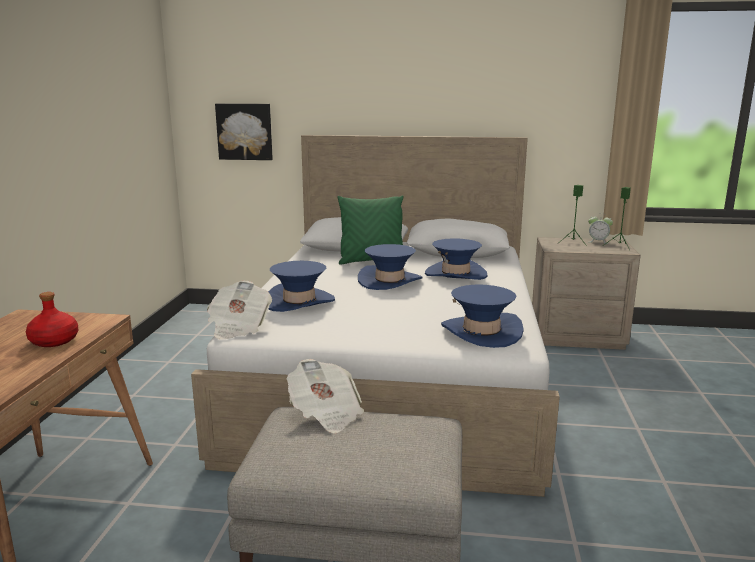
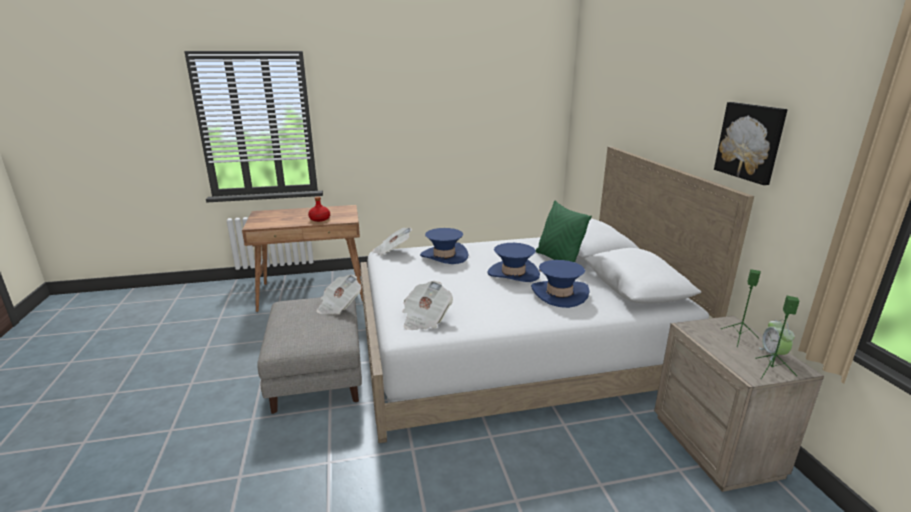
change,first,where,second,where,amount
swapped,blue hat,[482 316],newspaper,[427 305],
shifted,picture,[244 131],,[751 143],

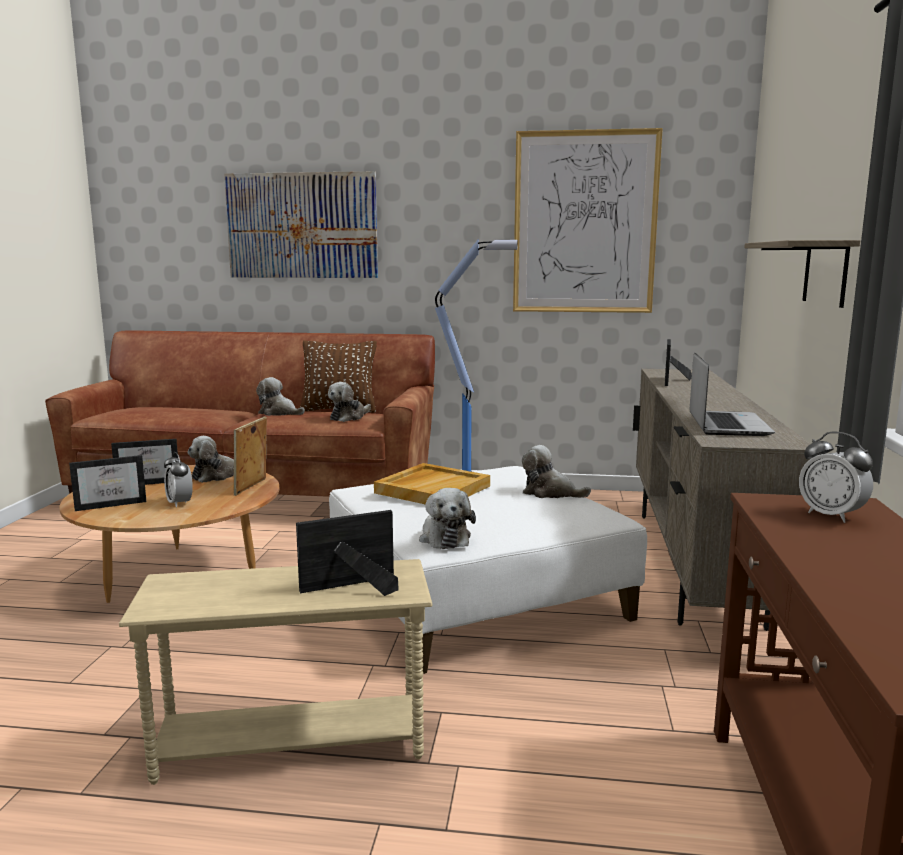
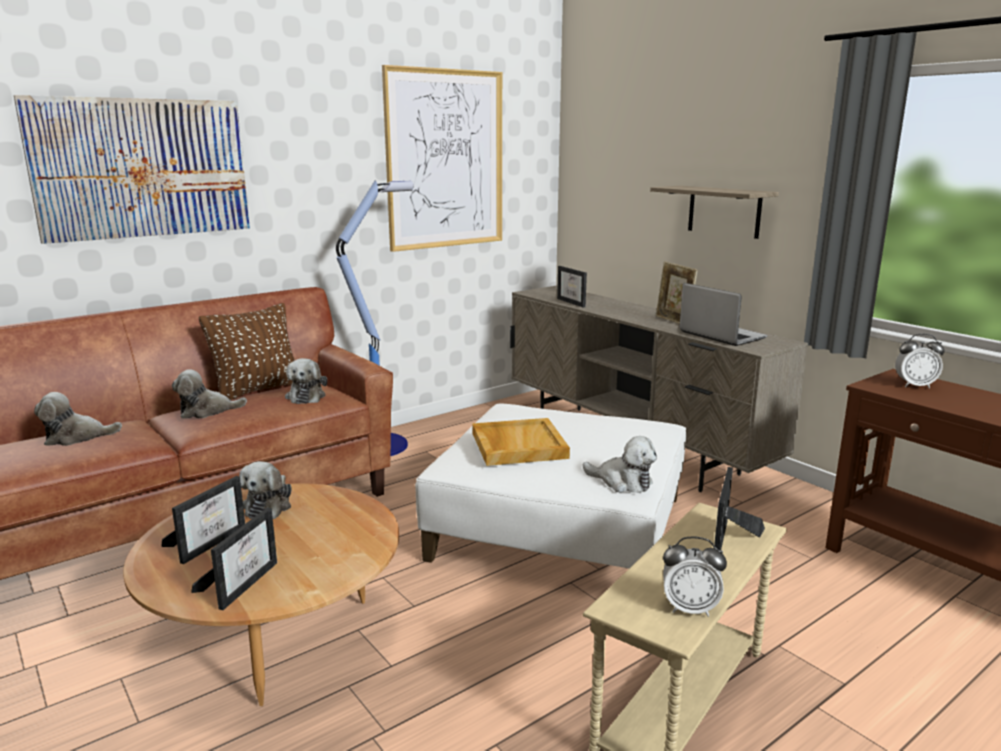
change,first,where,second,where,amount
shifted,plush toy,[556 471],,[78 419],
shifted,picture frame,[250 456],,[677 292],
shifted,alarm clock,[178 480],,[695 577],

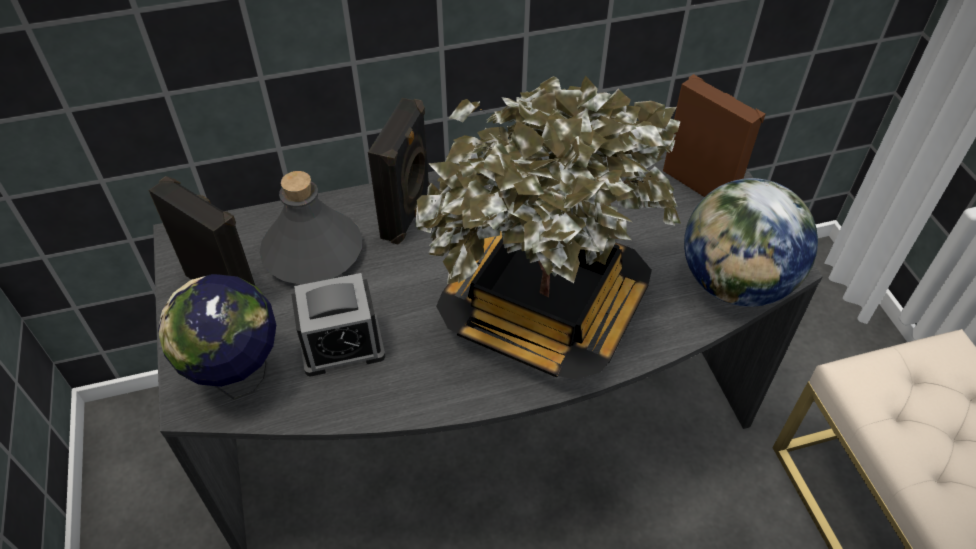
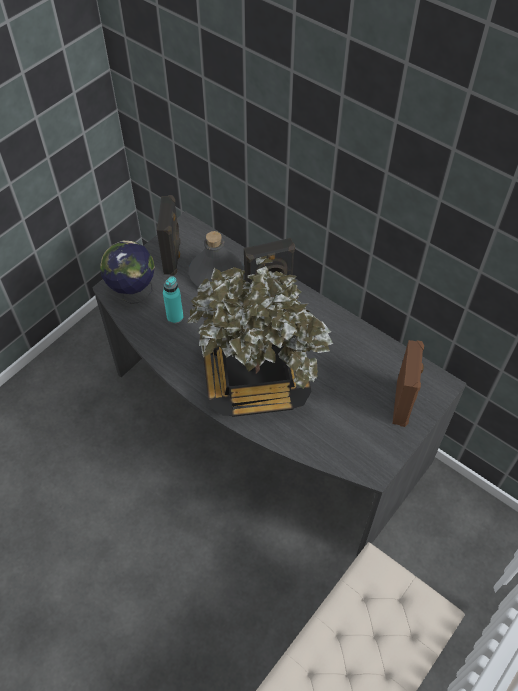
change,first,where,second,where,amount
swapped,alarm clock,[338 325],turquoise bottle,[173 300],
gone,globe,[751 242],,,

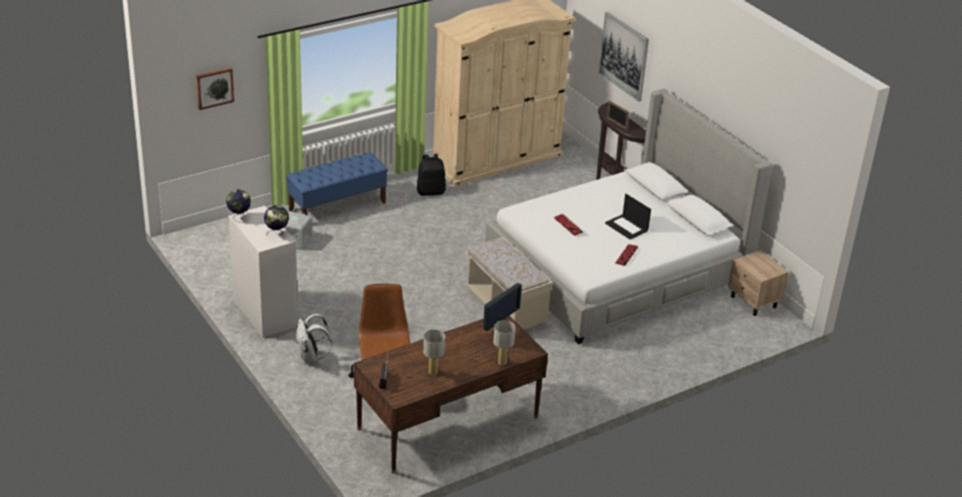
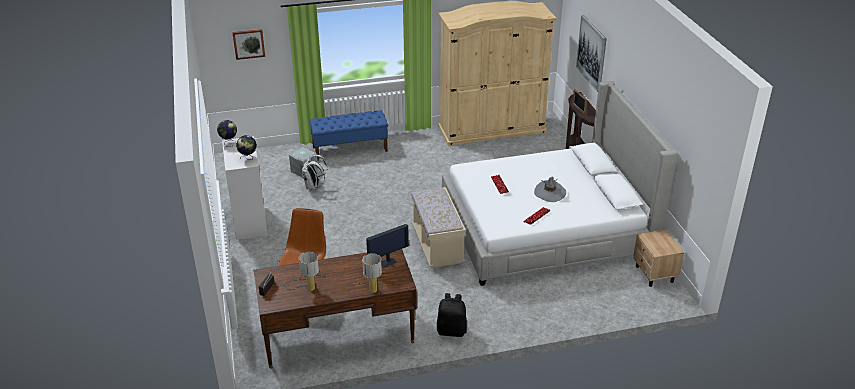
change,first,where,second,where,amount
shifted,white backpack,[314 338],,[314 172],
shifted,black backpack,[431 175],,[452 315],
swapped,laptop,[628 216],grey hat,[550 189],

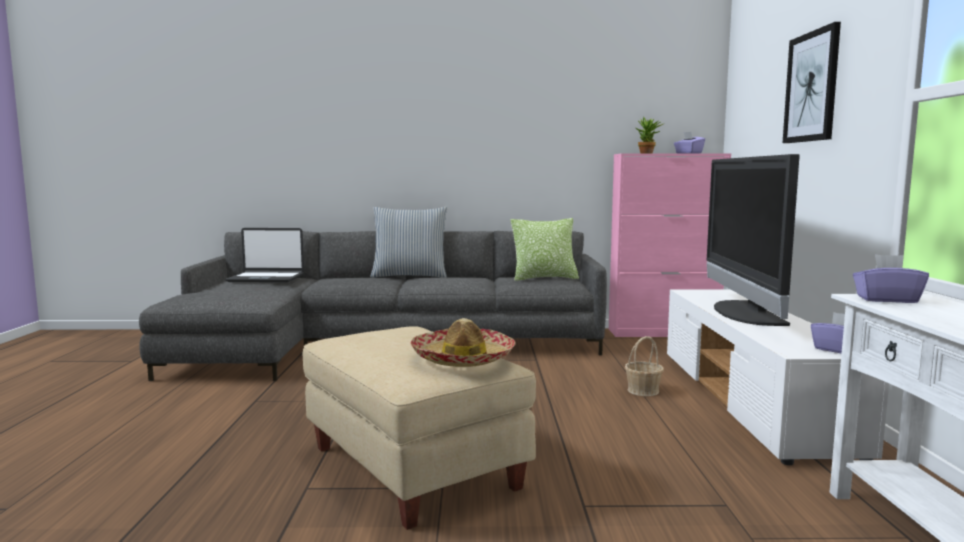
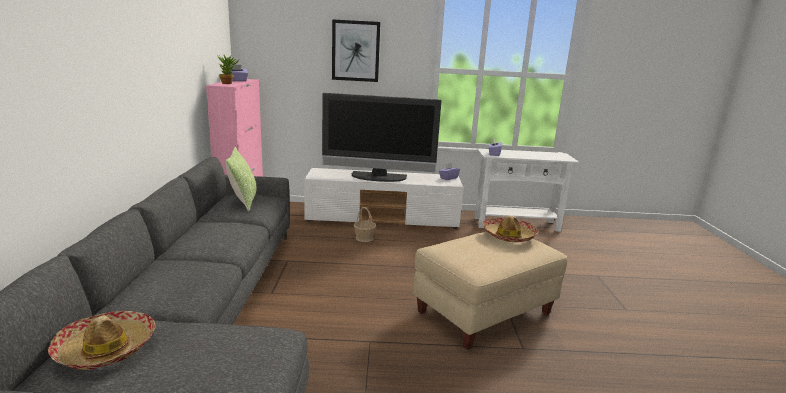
change,first,where,second,where,amount
swapped,laptop,[264 255],hat,[102 340],
gone,pillow,[408 242],,,

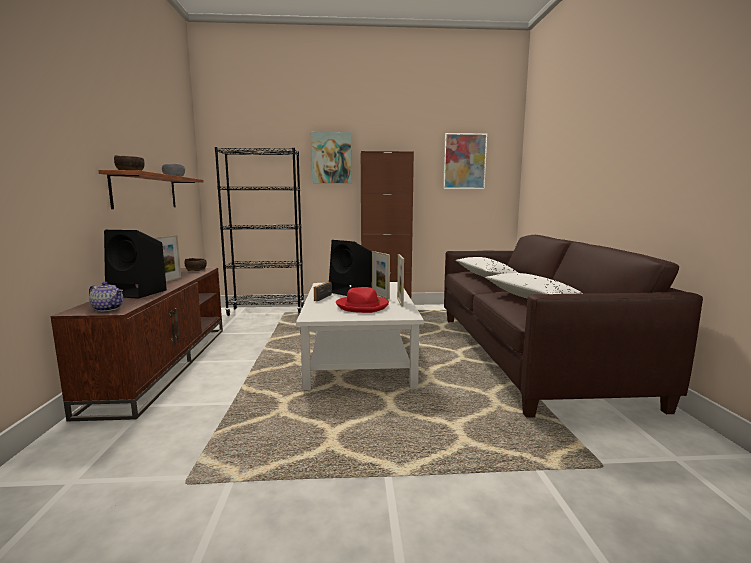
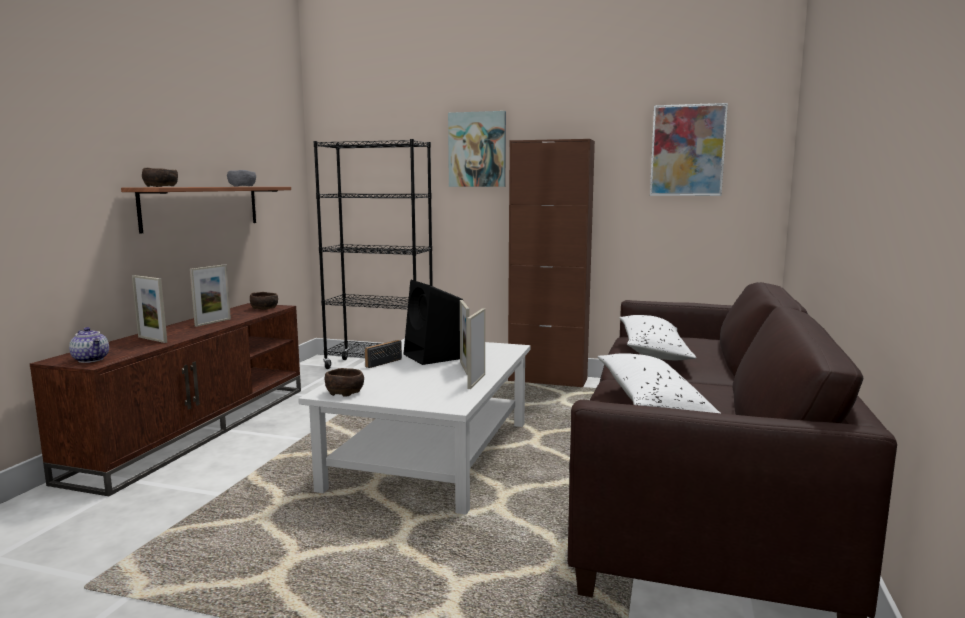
change,first,where,second,where,amount
swapped,black speaker,[135 264],picture frame,[149 309],
new,,,brown bowl,[344 382],
gone,red hat,[362 300],,,

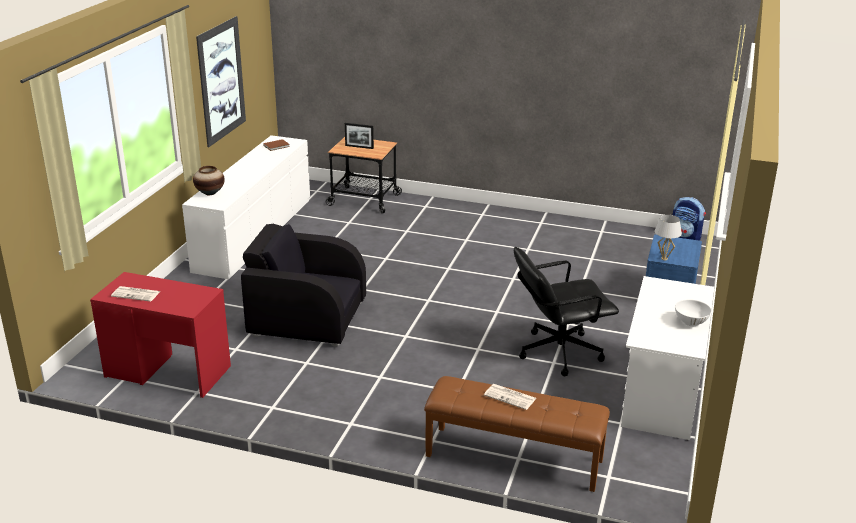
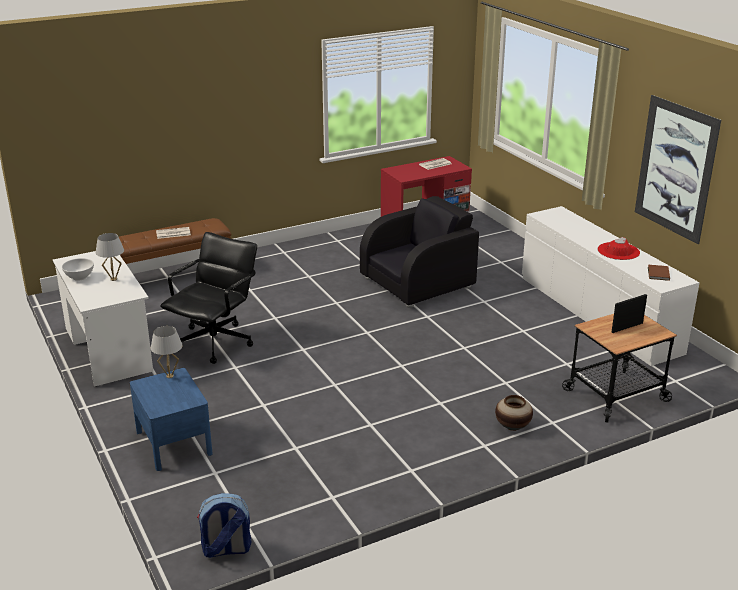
change,first,where,second,where,amount
new,,,white table lamp,[109 257],
shifted,vase,[209 180],,[514 413],
new,,,red hat,[618 248],

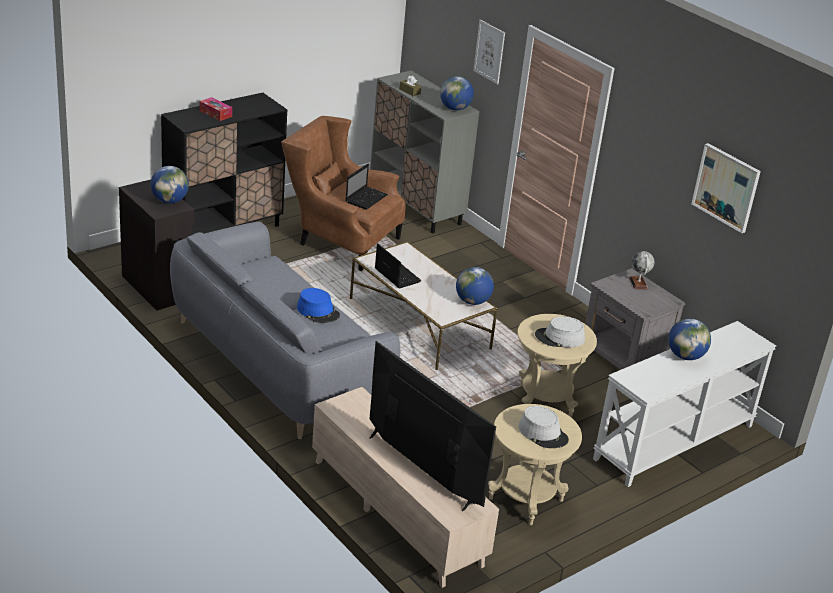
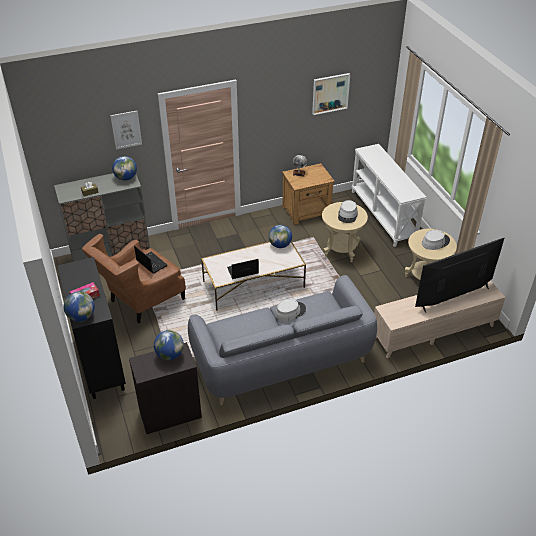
change,first,where,second,where,amount
shifted,globe,[689 339],,[79 306],
repainted,blue hat,[318 305],grey hat,[290 310],
repainted,grey nightstand,[635 319],brown nightstand,[308 194],

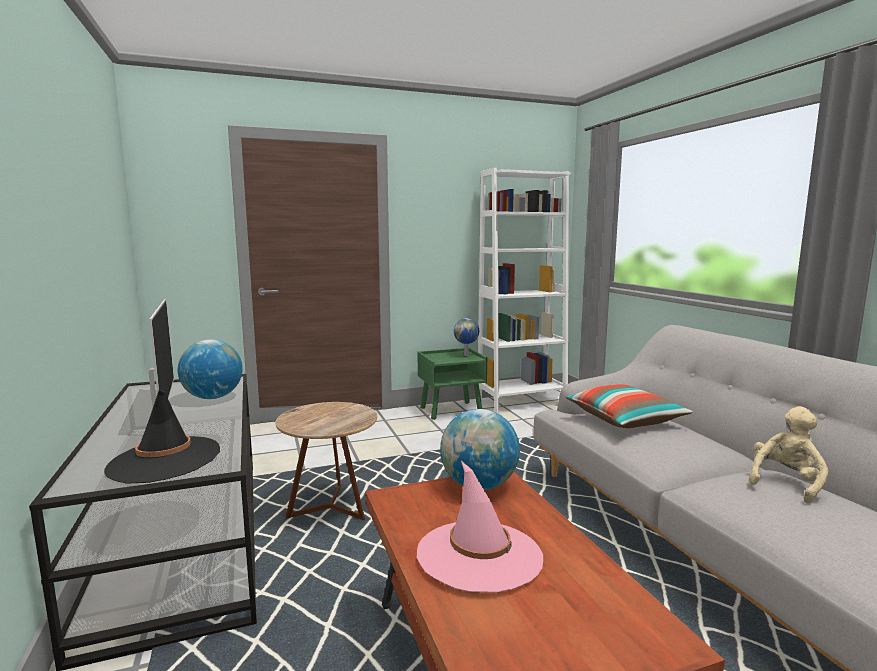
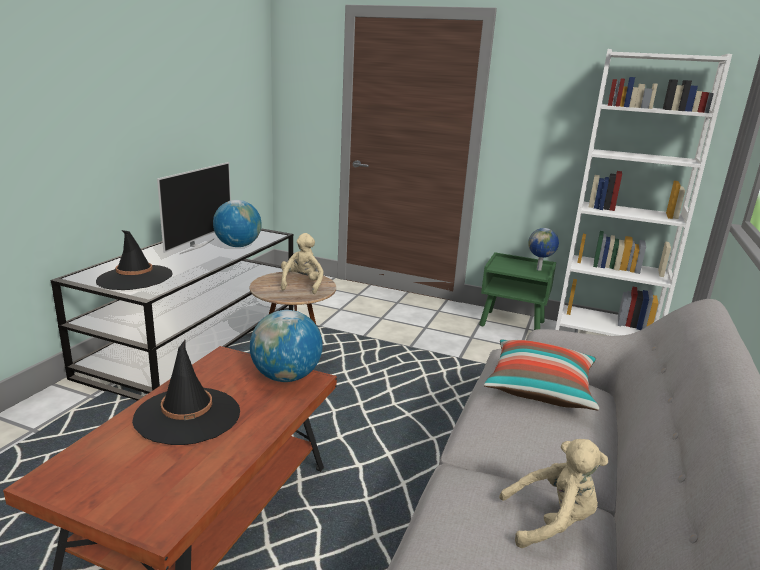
change,first,where,second,where,amount
repainted,pink hat,[480 527],black hat,[186 392],
new,,,beige plush toy,[302 263],

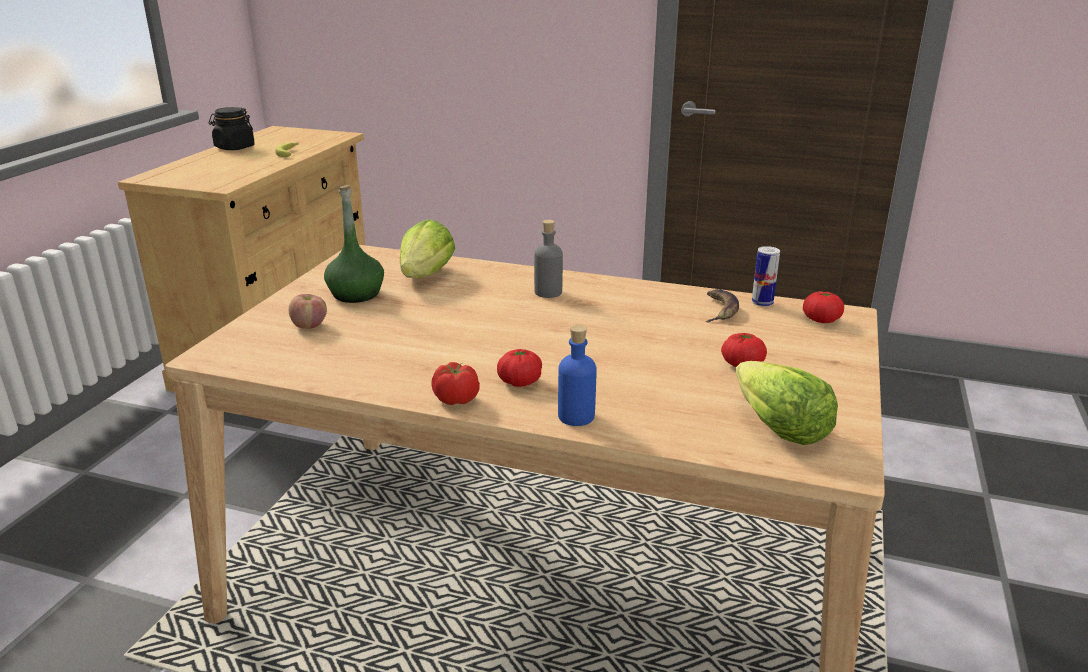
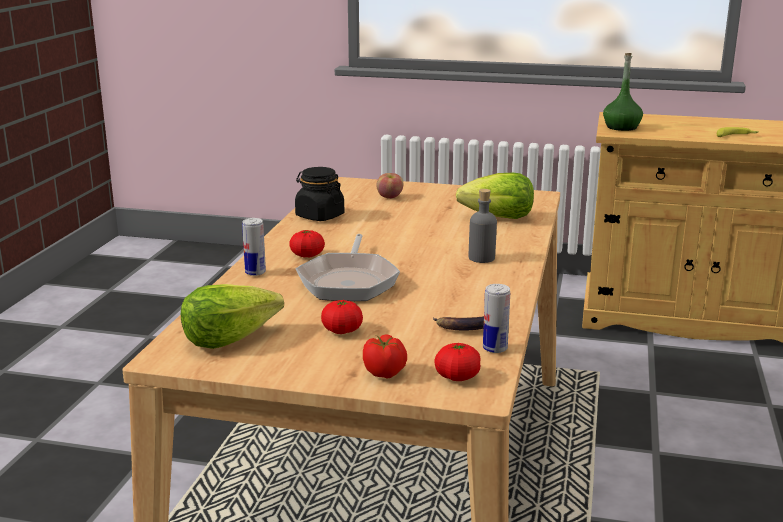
change,first,where,second,where,amount
swapped,blue bottle,[577 375],can,[254 247],
shifted,black jar,[232 128],,[319 194],
new,,,frying pan,[348 267],
shifted,tomato,[455 383],,[385 356],
shifted,green bottle,[354 244],,[623 92],

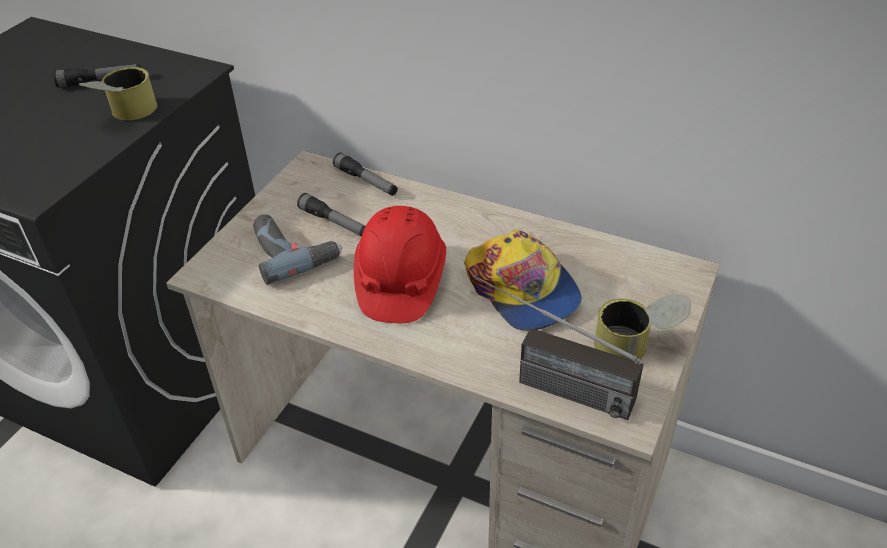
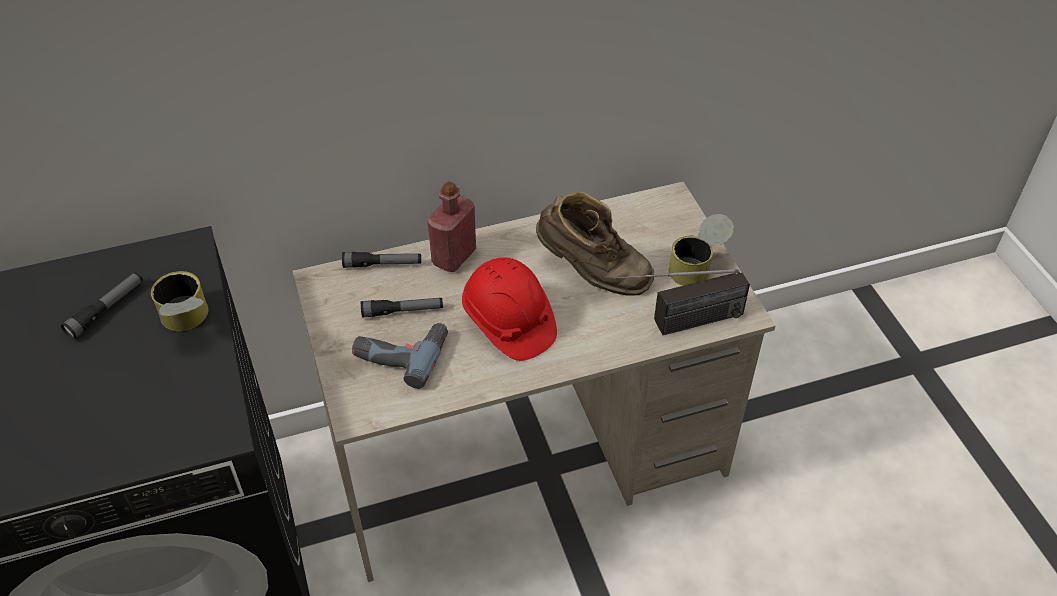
change,first,where,second,where,amount
new,,,red bottle,[451 226],
swapped,cap,[523 280],brown boot,[595 243],

